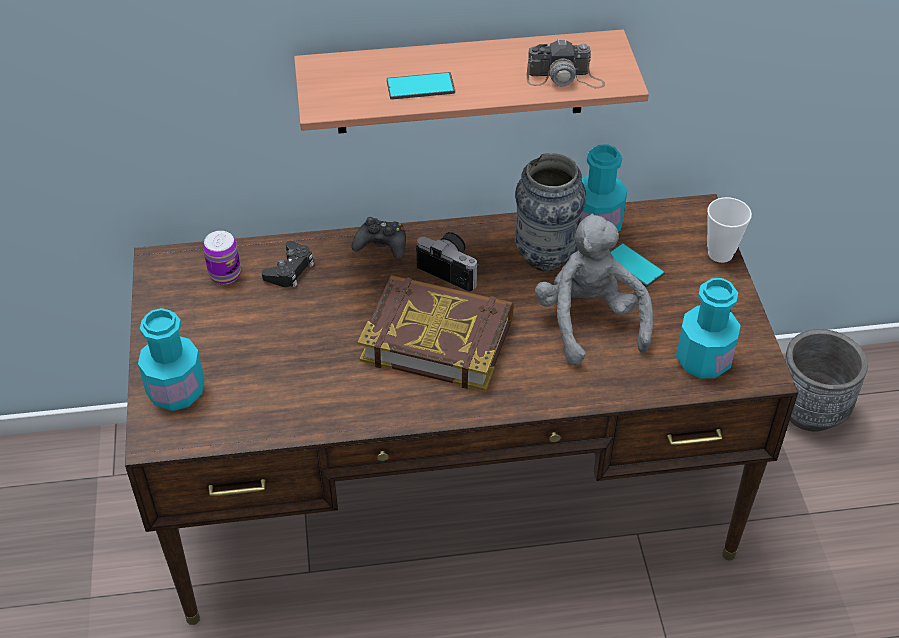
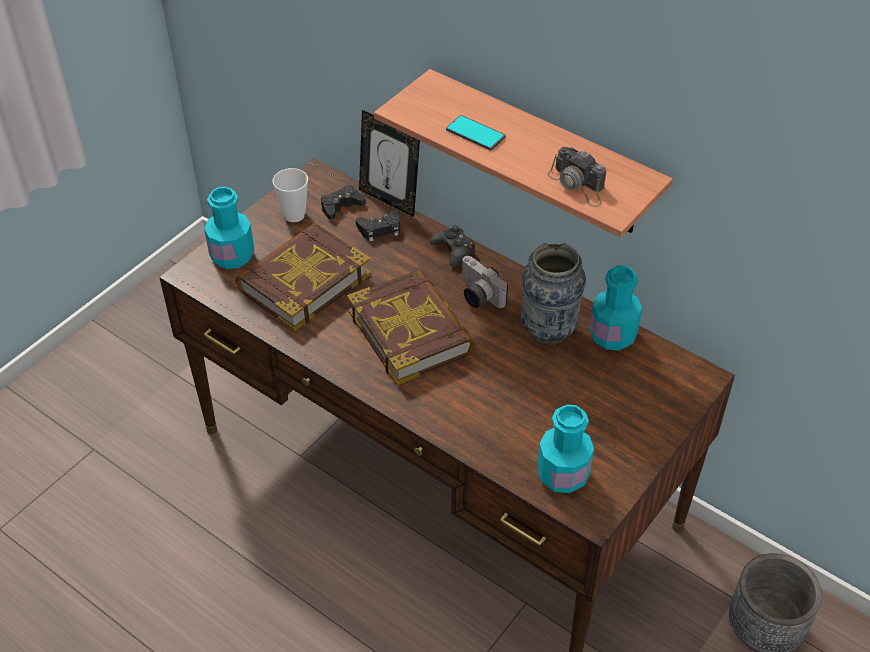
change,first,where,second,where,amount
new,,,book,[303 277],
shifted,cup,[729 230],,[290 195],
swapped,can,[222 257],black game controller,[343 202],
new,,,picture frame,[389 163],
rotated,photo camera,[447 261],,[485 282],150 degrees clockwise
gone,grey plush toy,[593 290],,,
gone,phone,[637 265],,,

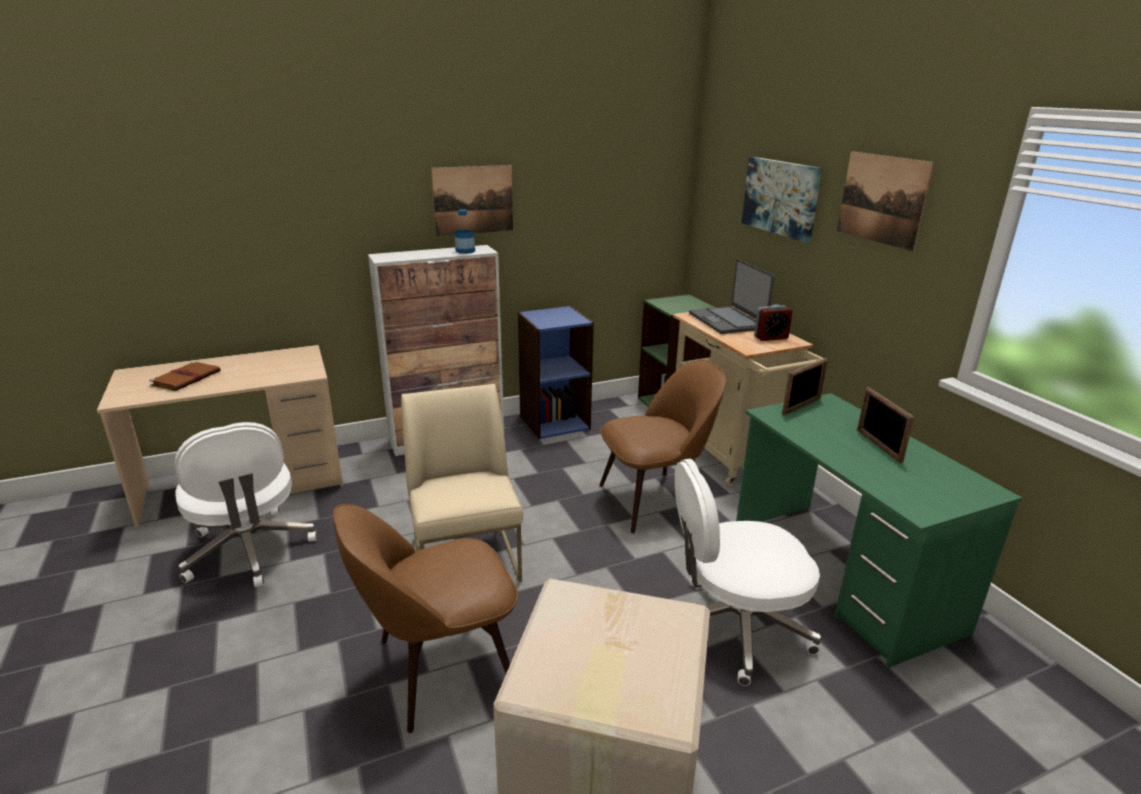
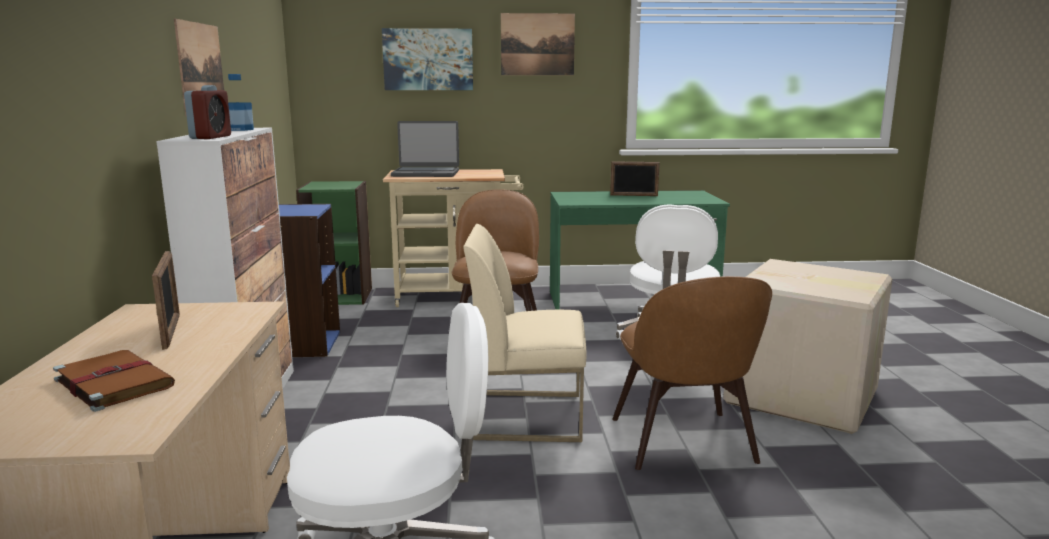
change,first,where,second,where,amount
shifted,picture frame,[805 386],,[166 300],
shifted,alarm clock,[773 322],,[207 112],

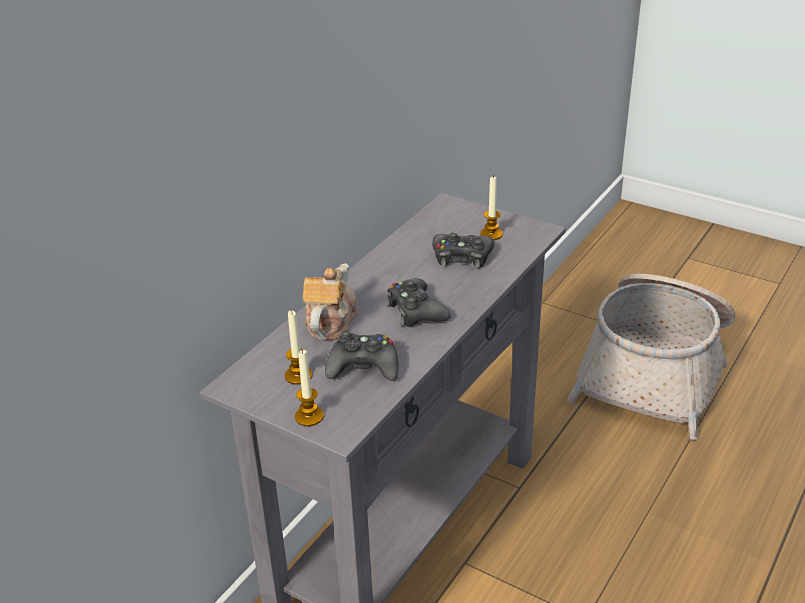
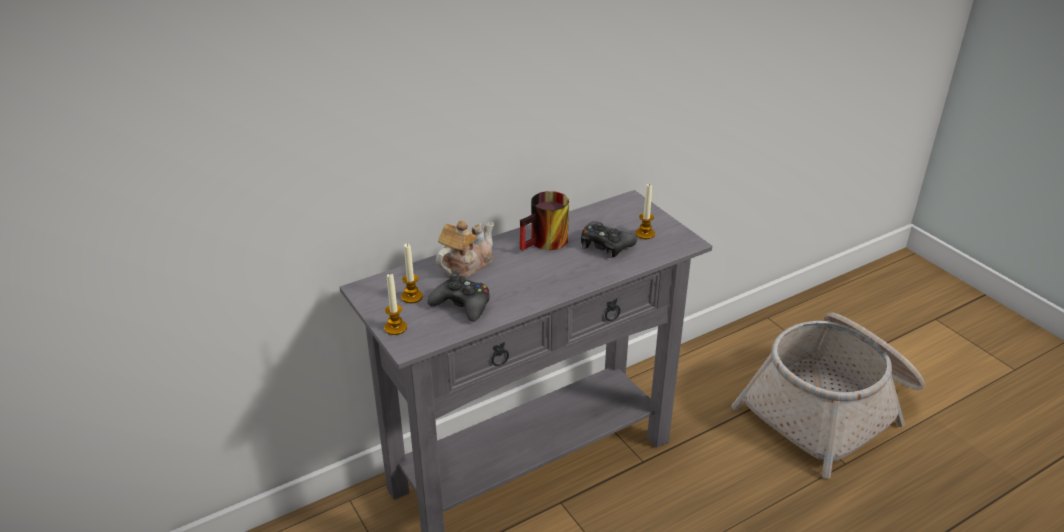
change,first,where,second,where,amount
new,,,mug,[544 221],
gone,black game controller,[418 302],,,

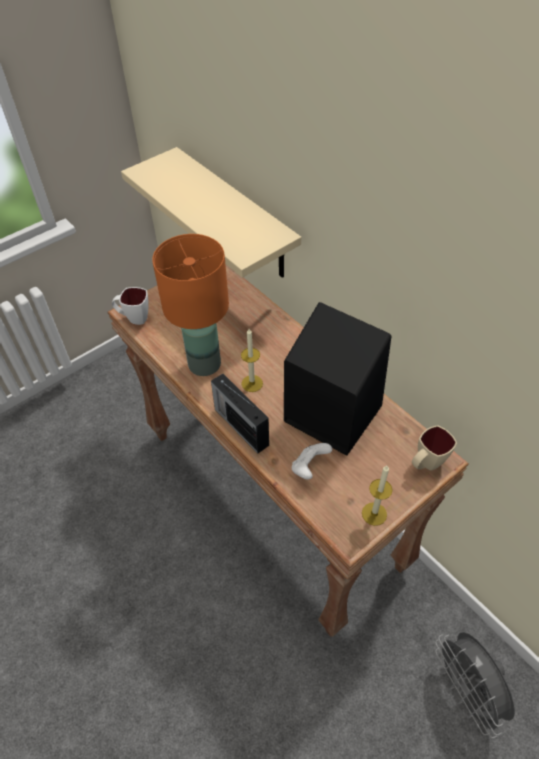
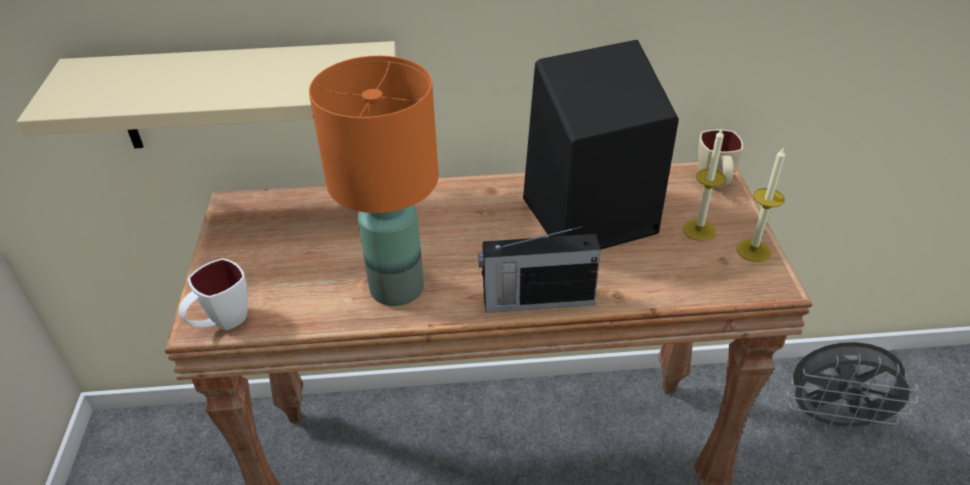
change,first,where,second,where,amount
shifted,candle,[252 360],,[704 184],
gone,white game controller,[312 461],,,

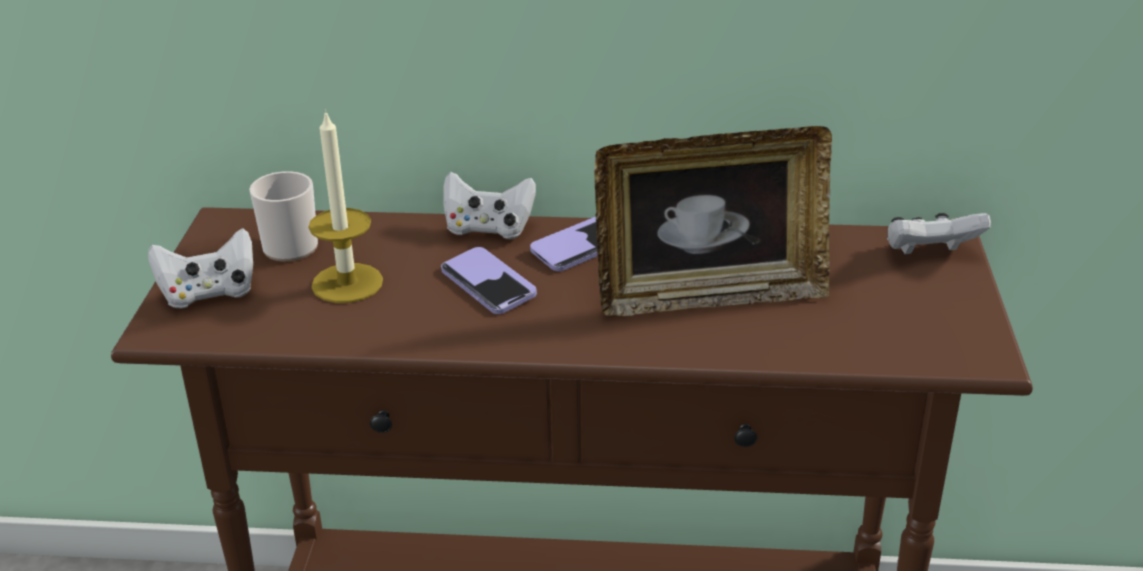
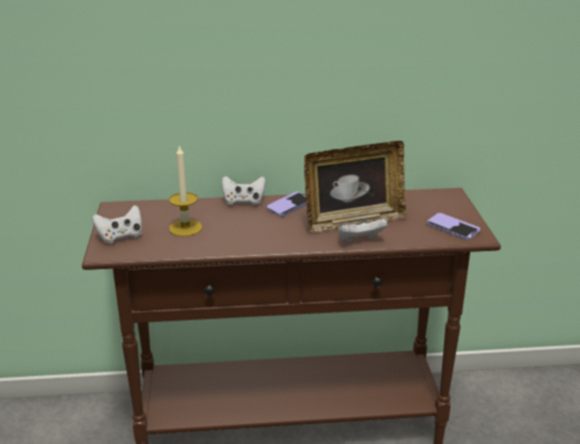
change,first,where,second,where,amount
shifted,white game controller,[939 233],,[362 230],
shifted,phone,[489 280],,[453 226],
gone,mug,[283 216],,,

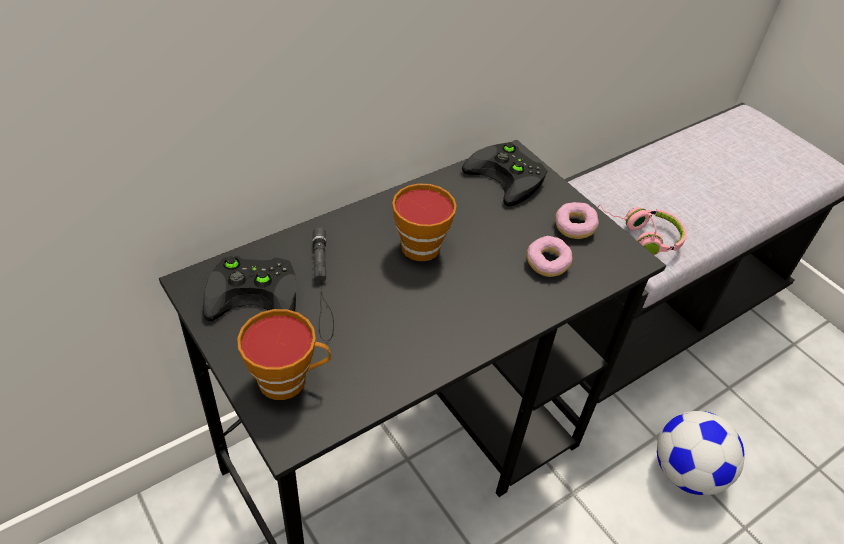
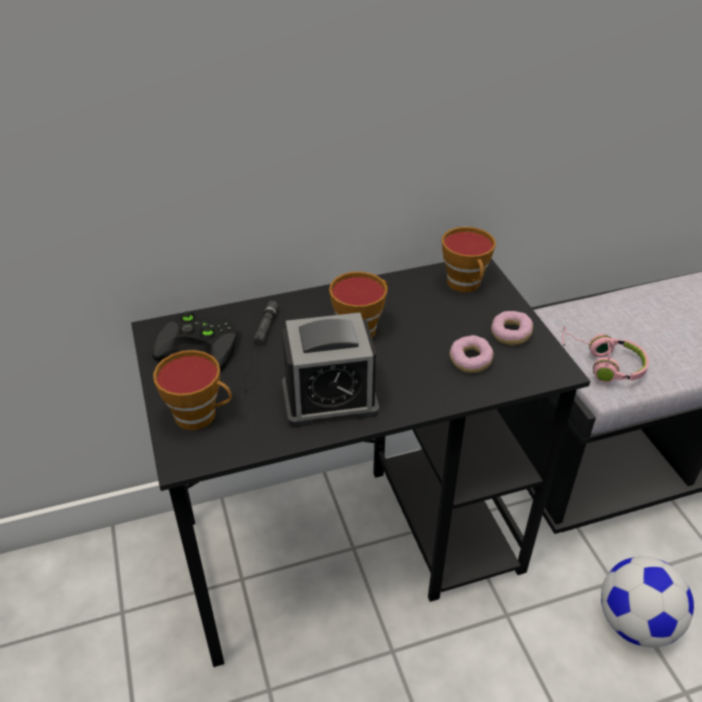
change,first,where,second,where,amount
new,,,alarm clock,[330 370],
swapped,black game controller,[504 174],cup,[469 259],

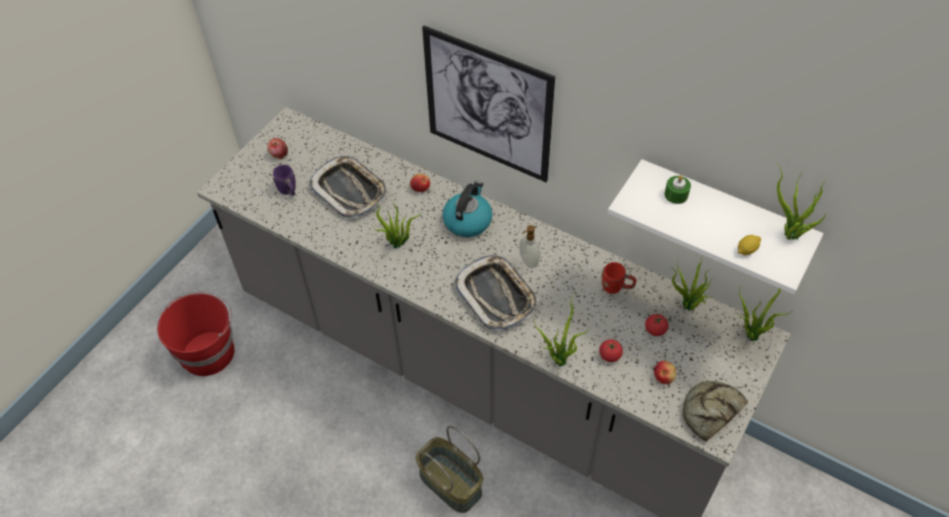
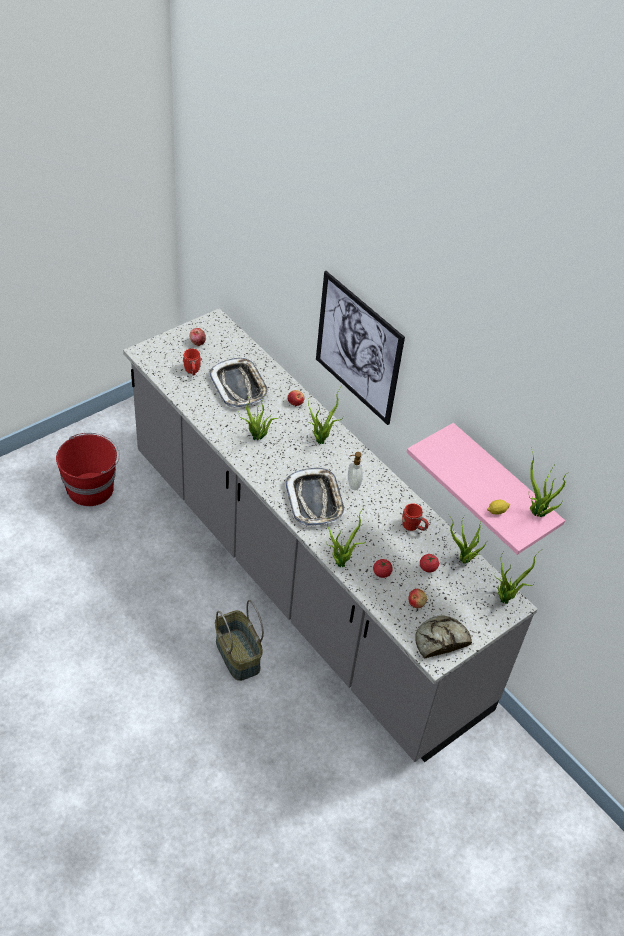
change,first,where,second,where,amount
repainted,purple mug,[284 180],red mug,[192 362],
swapped,kettle,[467 209],potted plant,[325 416],
repainted,white shelf,[716 226],pink shelf,[485 489],
gone,green candle,[677 189],,,

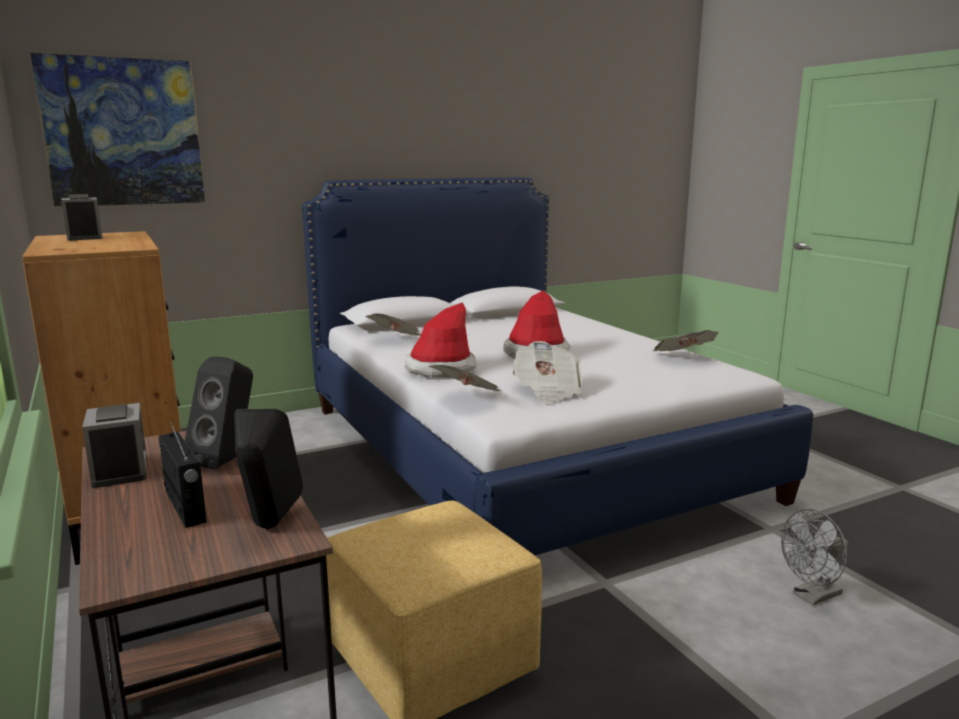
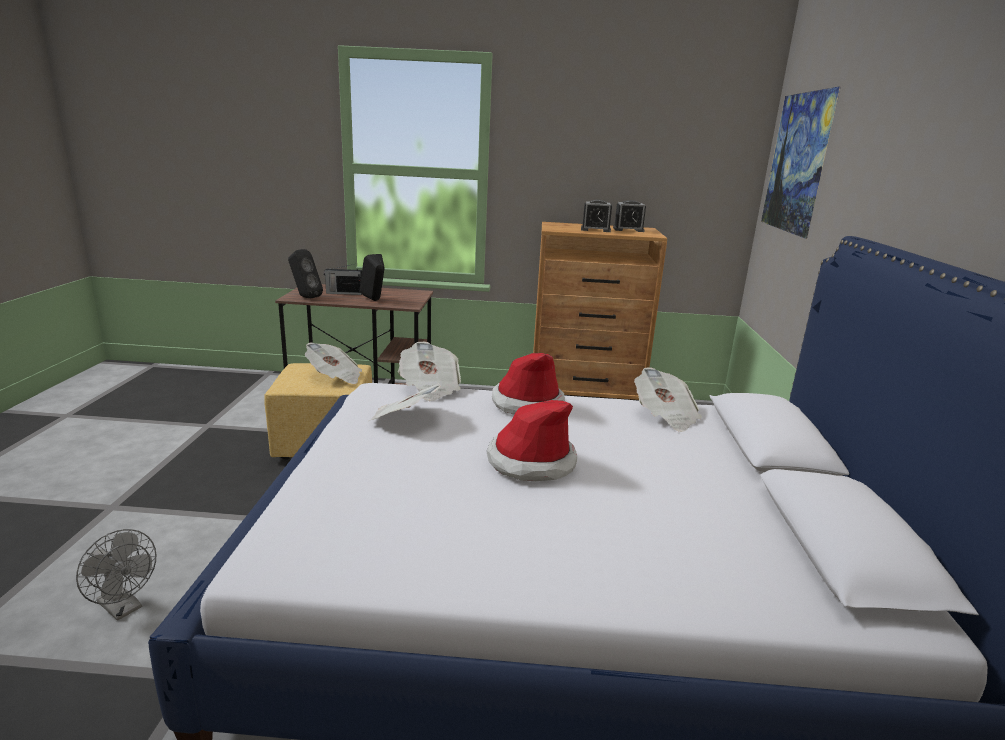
change,first,where,second,where,amount
rotated,grey fan,[814 557],,[116 575],120 degrees clockwise
shifted,newspaper,[686 340],,[333 363],
shifted,alarm clock,[114 445],,[596 215],

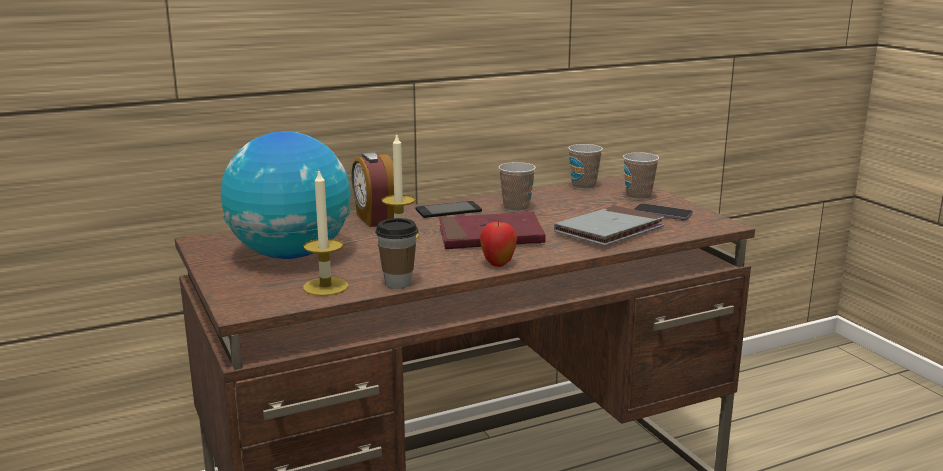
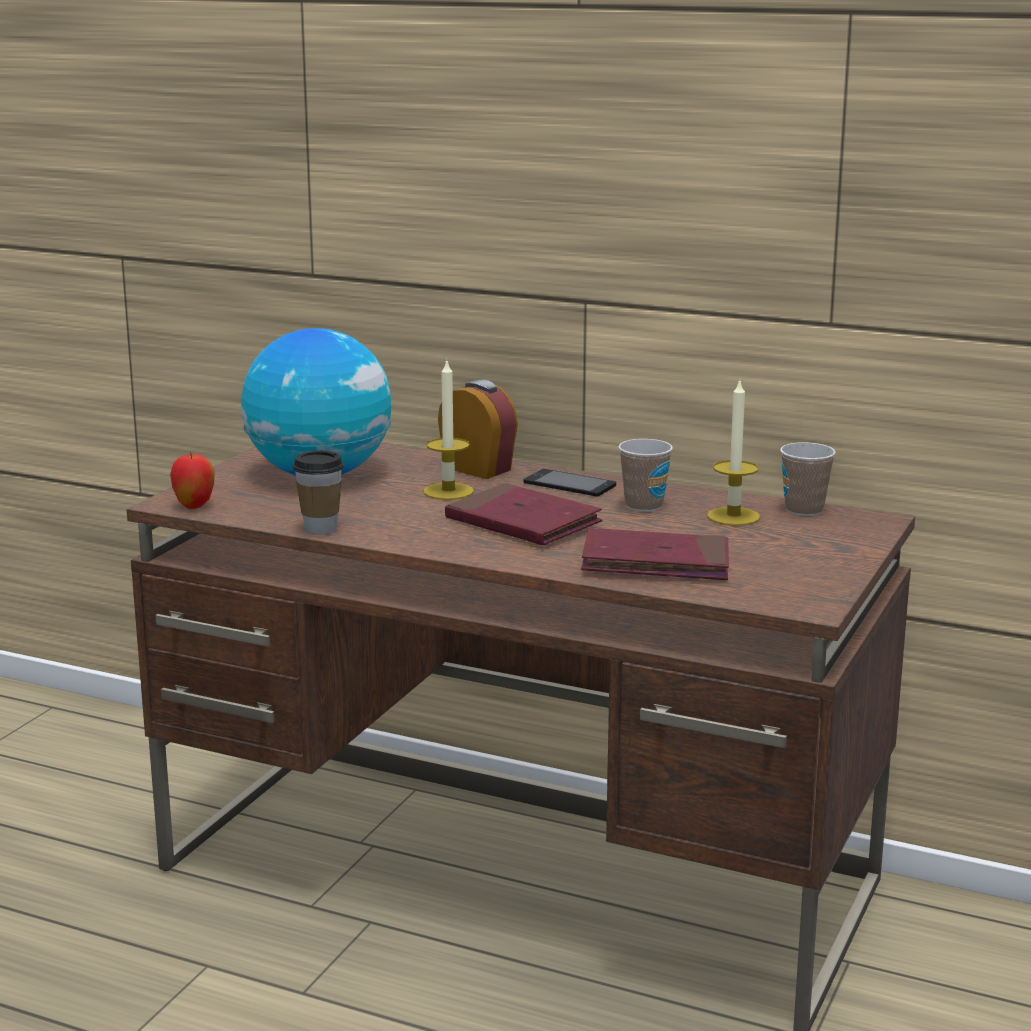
change,first,where,second,where,amount
shifted,apple,[498 243],,[192 480],
rotated,alarm clock,[373 189],,[478 429],105 degrees clockwise
repainted,grey book,[609 225],red book,[655 554],
shifted,candle,[326 233],,[733 452],
gone,cup,[641 176],,,
gone,phone,[663 211],,,

